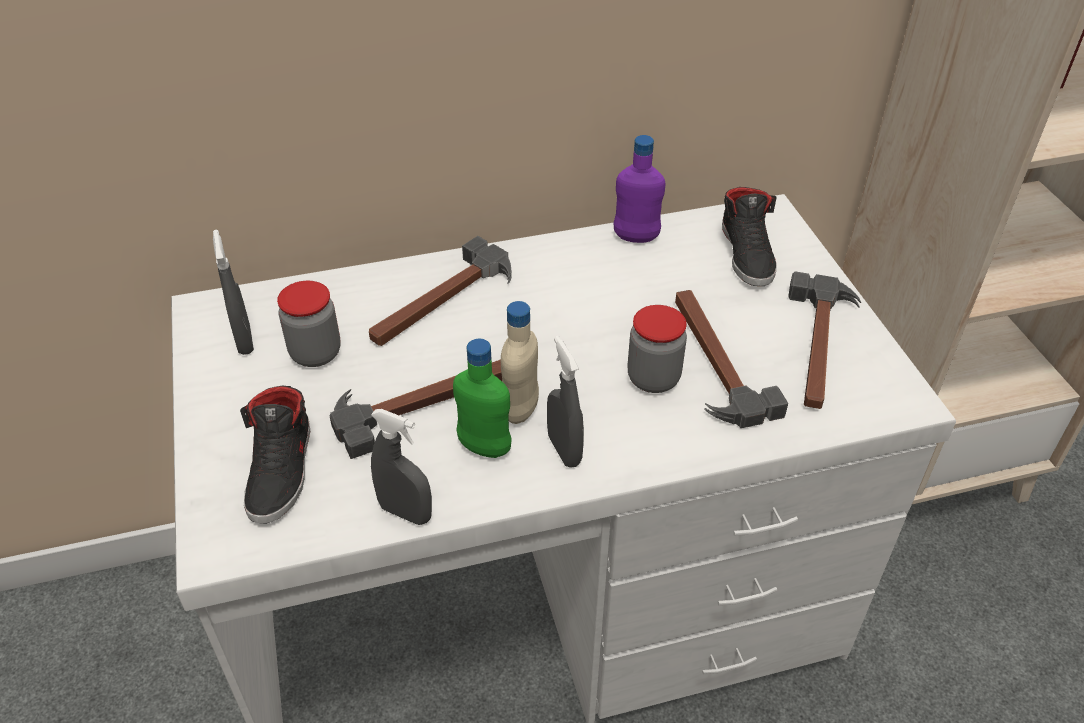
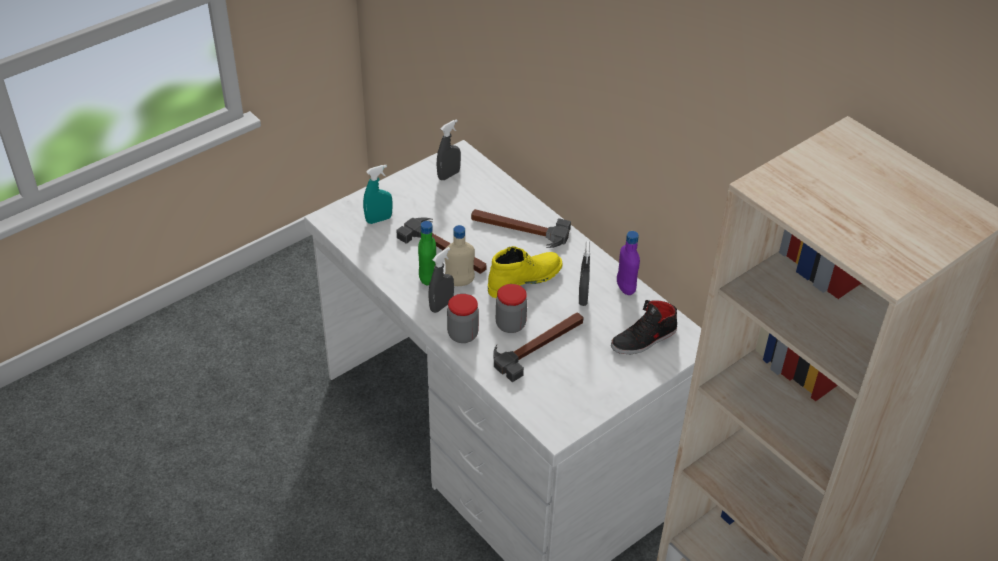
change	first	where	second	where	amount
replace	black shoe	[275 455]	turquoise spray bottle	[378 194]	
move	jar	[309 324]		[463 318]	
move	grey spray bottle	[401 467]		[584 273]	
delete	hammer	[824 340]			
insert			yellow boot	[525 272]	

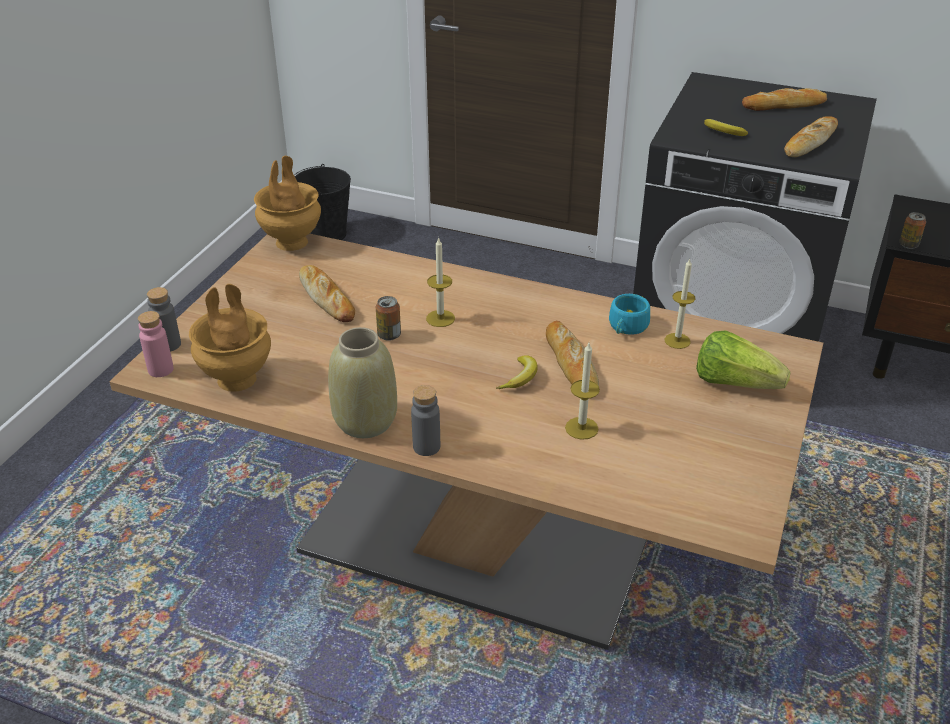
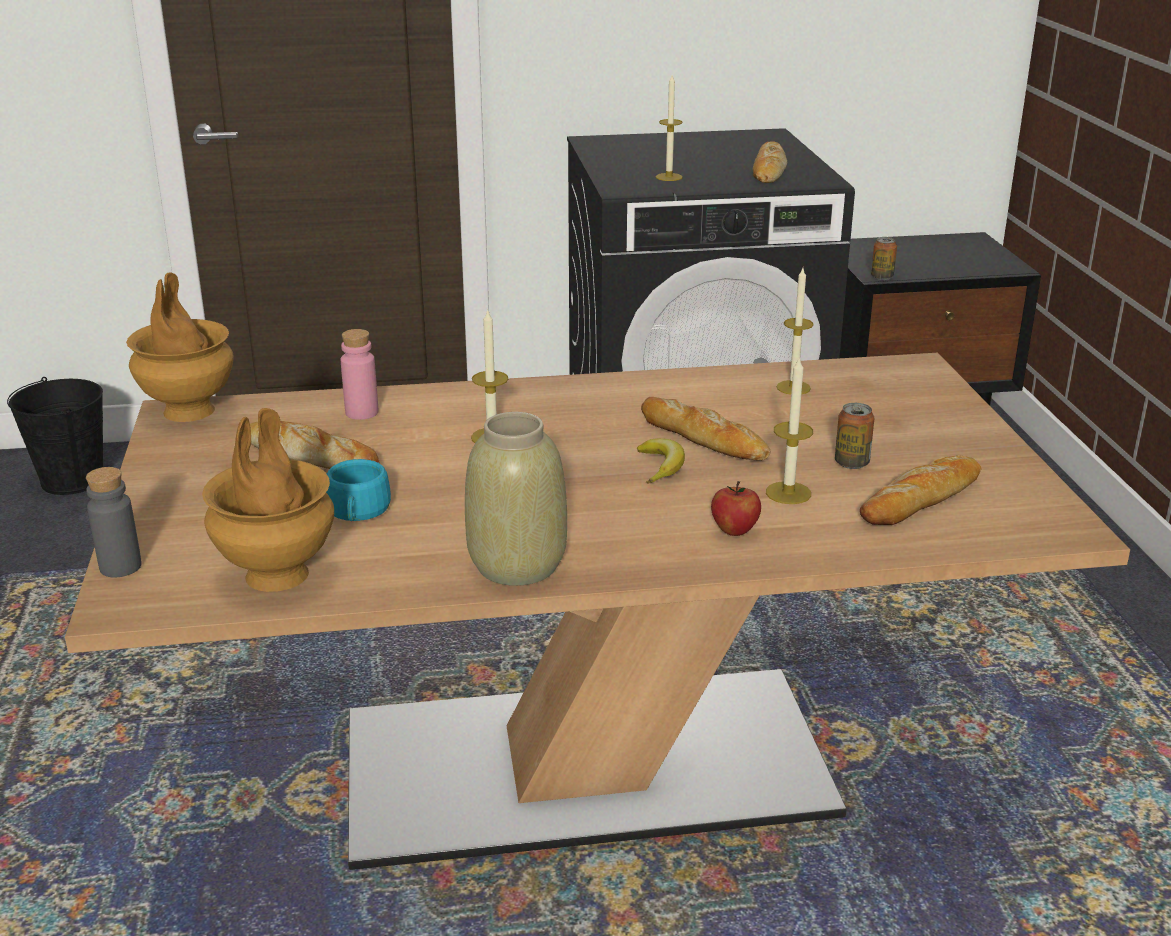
change	first	where	second	where	amount
move	pink bottle	[156 344]		[359 374]	
move	can	[388 318]		[854 436]	
delete	grey bottle	[425 420]			
move	turquoise cup	[629 314]		[358 490]	
delete	lettuce	[743 359]			
replace	banana	[726 127]	candle	[669 128]	
move	bread	[784 99]		[921 490]	
insert			apple	[736 508]	

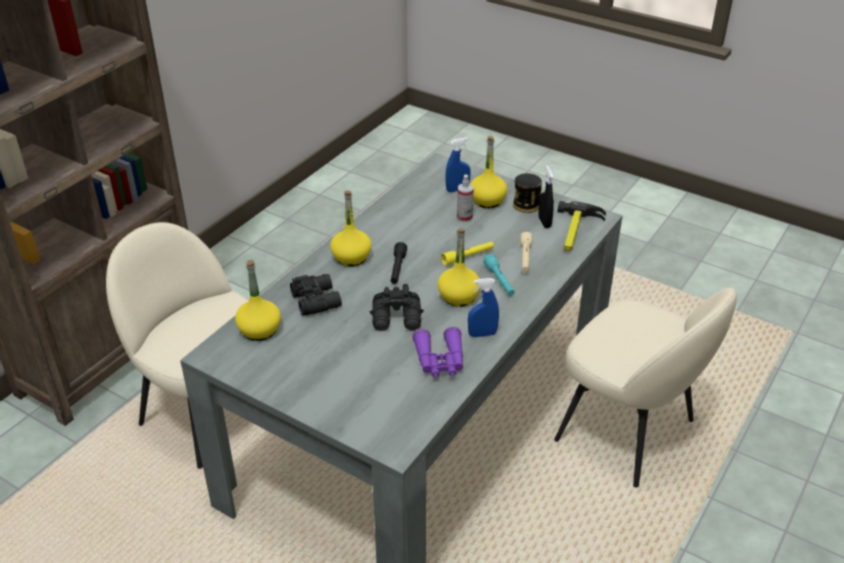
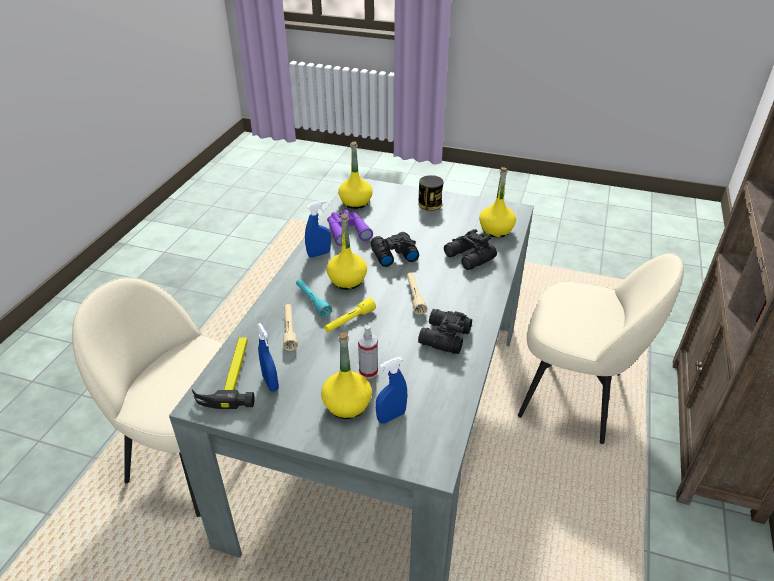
change	first	where	second	where	amount
move	yellow bottle	[351 228]		[355 175]	
recolor	black flashlight	[399 263]	beige flashlight	[417 293]	
move	can	[527 193]		[431 193]	
recolor	black spray bottle	[546 196]	blue spray bottle	[268 357]	
insert			black binoculars	[445 331]	

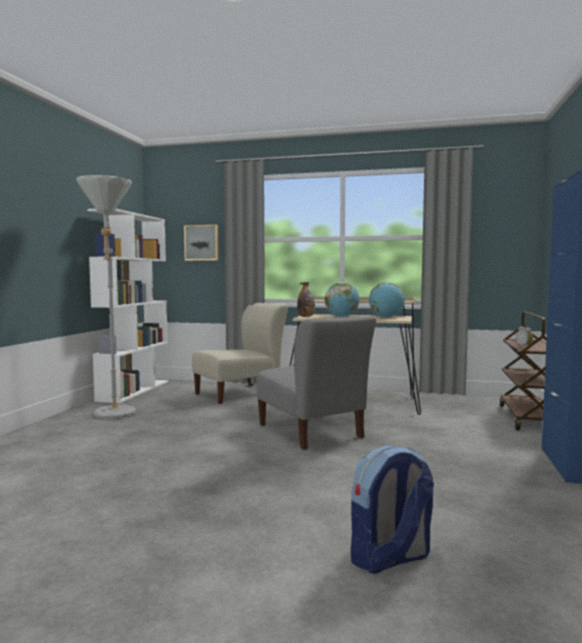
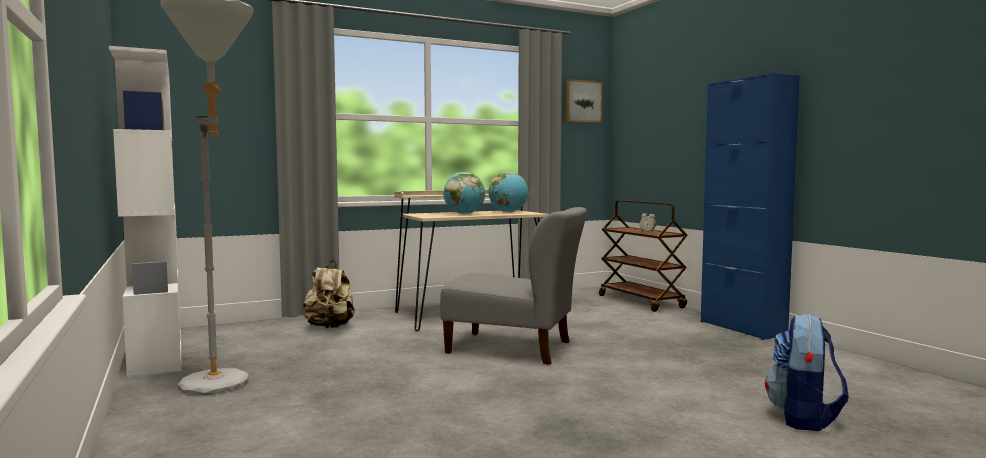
change	first	where	second	where	amount
move	picture	[201 243]		[583 101]	
replace	beige chair	[240 353]	beige backpack	[329 294]	
delete	bottle	[306 299]			

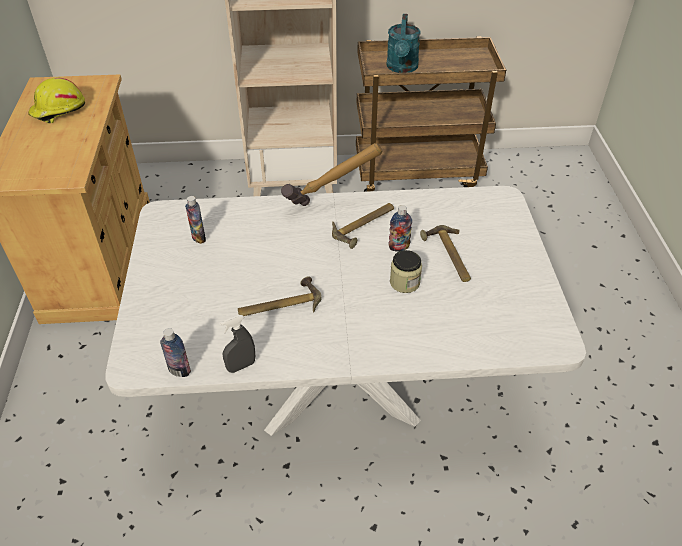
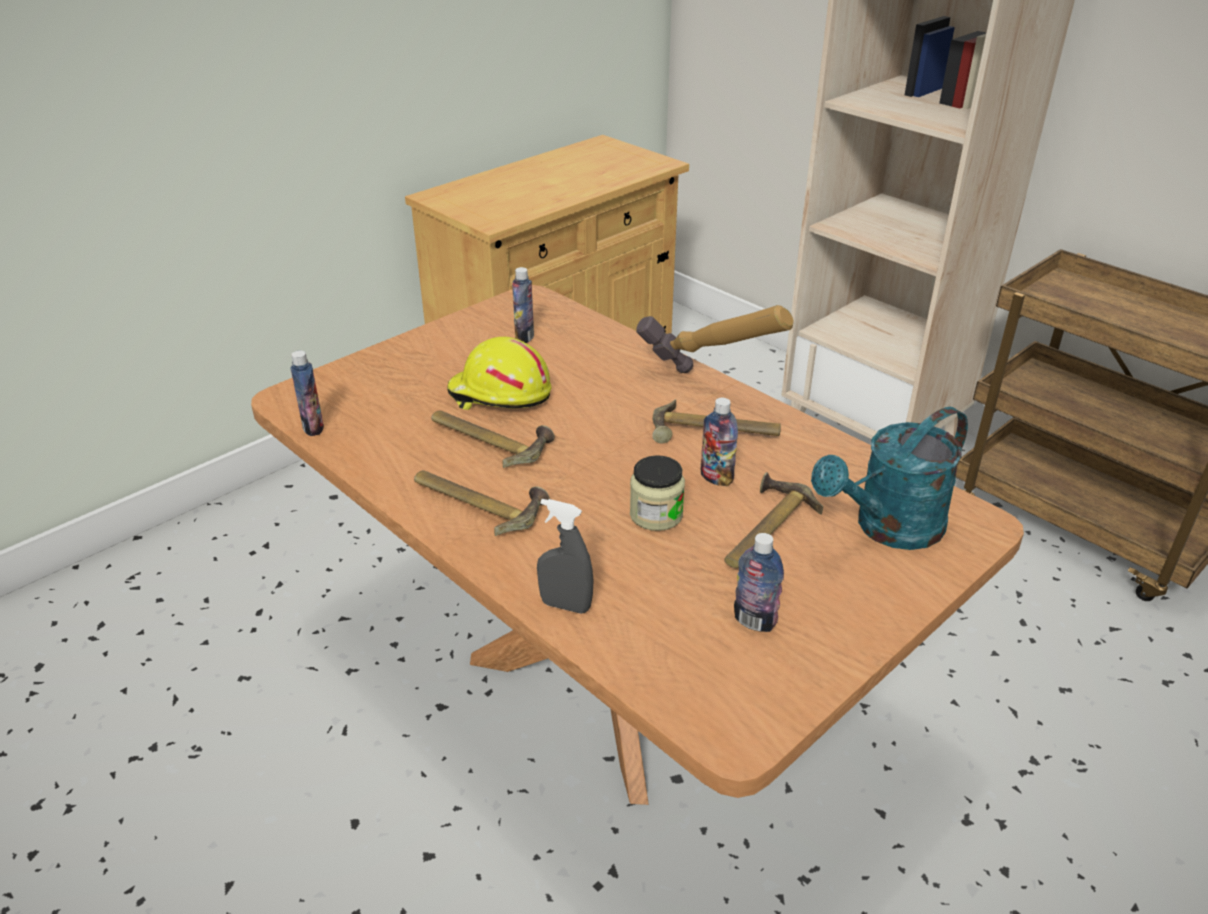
change	first	where	second	where	amount
move	yellow hard hat	[56 100]		[499 373]	
recolor	white dining table	[345 311]	brown dining table	[637 545]	
move	grey spray bottle	[237 344]		[565 556]	
move	turquoise watering can	[403 43]		[889 478]	
insert			hammer	[482 503]	
insert			bottle	[759 582]	

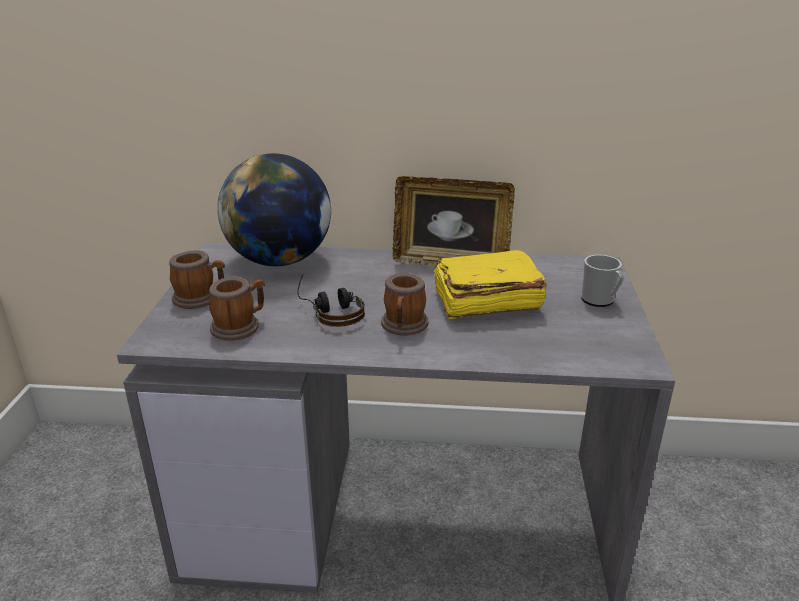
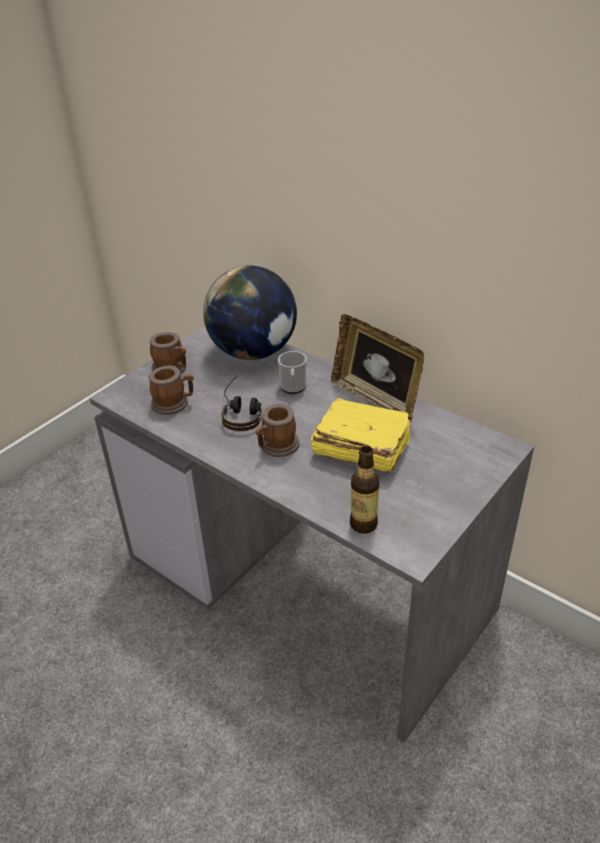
change	first	where	second	where	amount
move	mug	[602 281]		[292 372]	
insert			bottle	[364 490]	

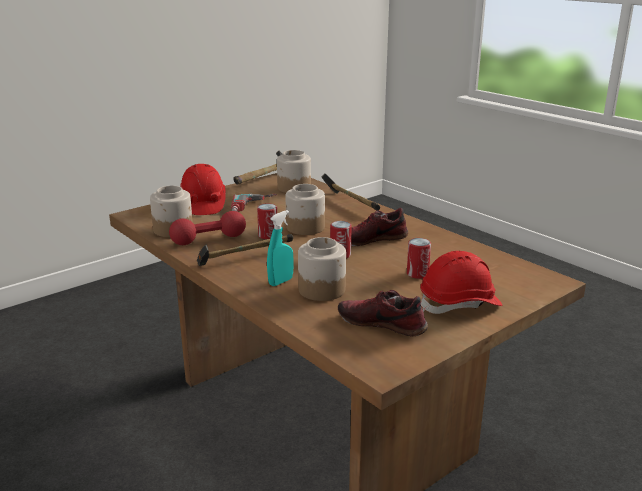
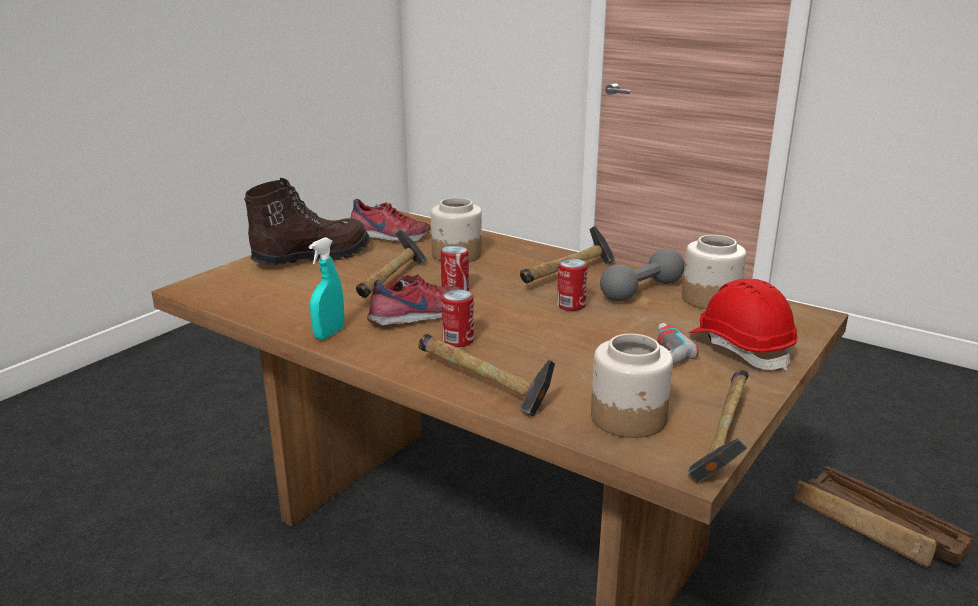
change	first	where	second	where	amount
recolor	red dumbbell	[207 228]	grey dumbbell	[642 275]	
move	turquoise spray bottle	[280 248]		[326 288]	
delete	jar	[305 209]			
move	can	[419 258]		[458 318]	
replace	red hard hat	[461 282]	brown boot	[307 221]	
insert			hammer	[391 263]	
insert			crate	[884 516]	

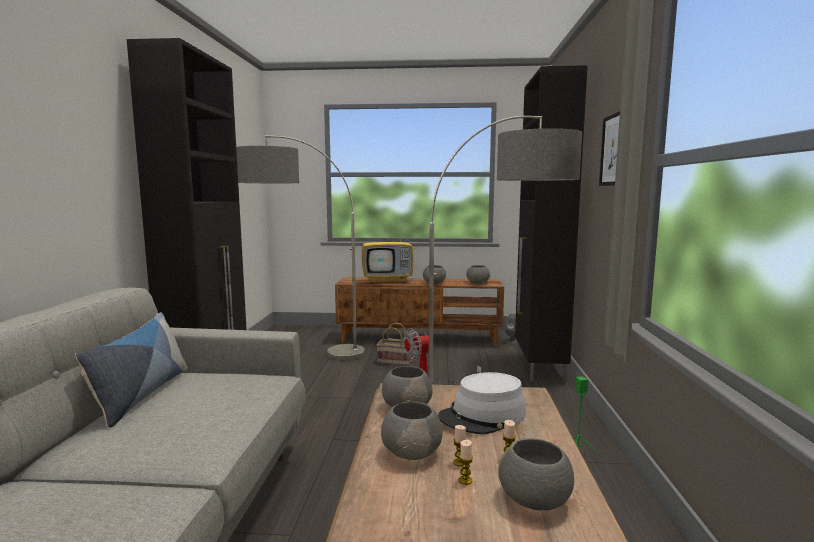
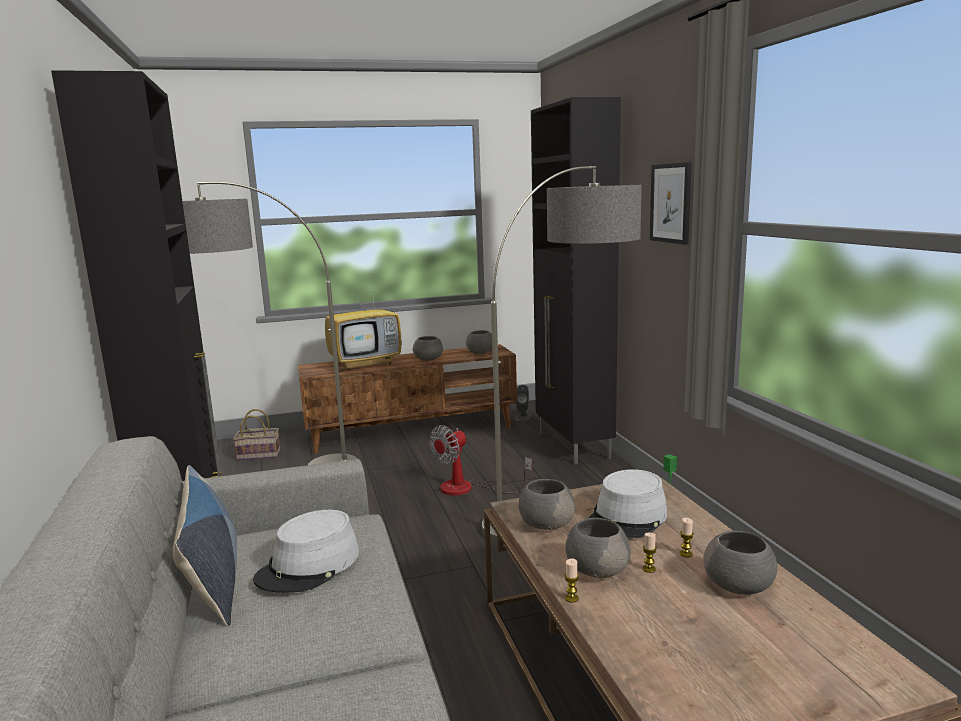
change	first	where	second	where	amount
move	basket	[394 344]		[256 435]	
move	candle	[465 462]		[571 580]	
insert			grey hat	[306 551]	

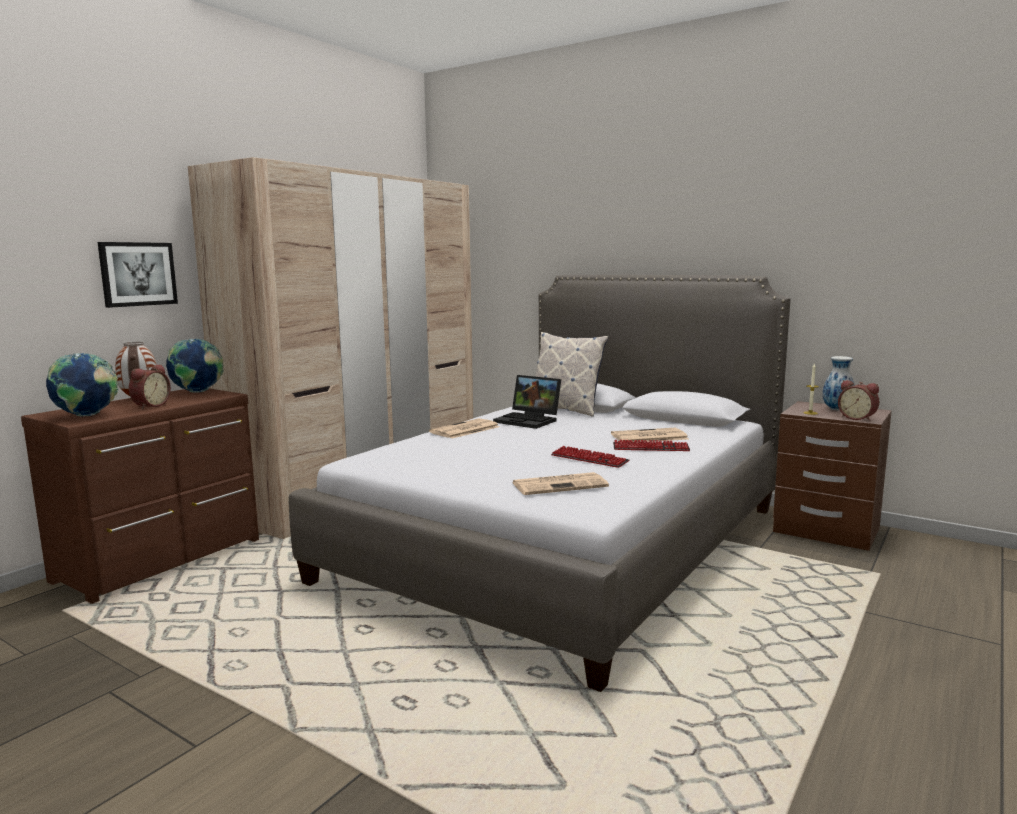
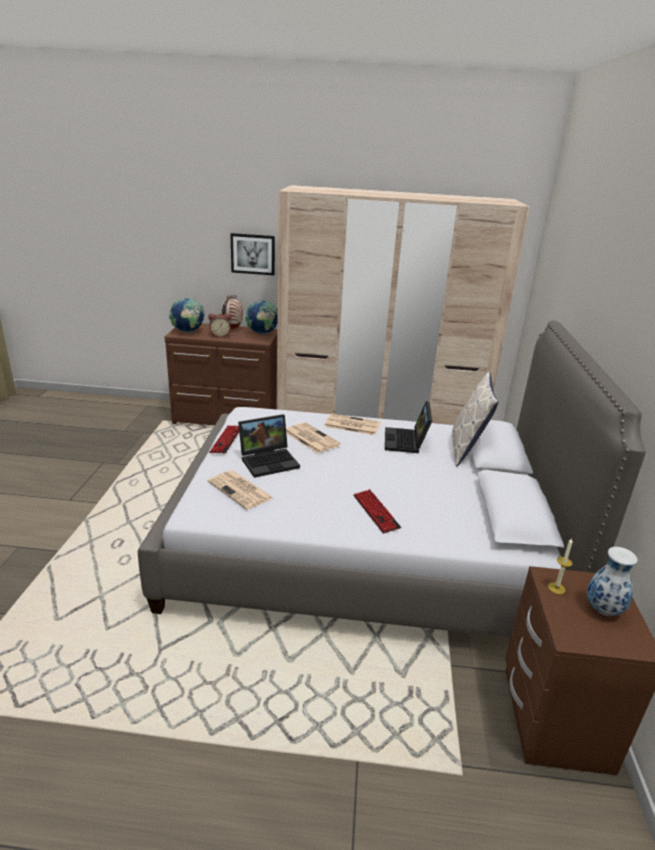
change	first	where	second	where	amount
move	keyboard	[590 457]		[224 439]	
move	newspaper	[649 435]		[313 437]	
delete	alarm clock	[858 400]			
insert			laptop	[269 446]	

